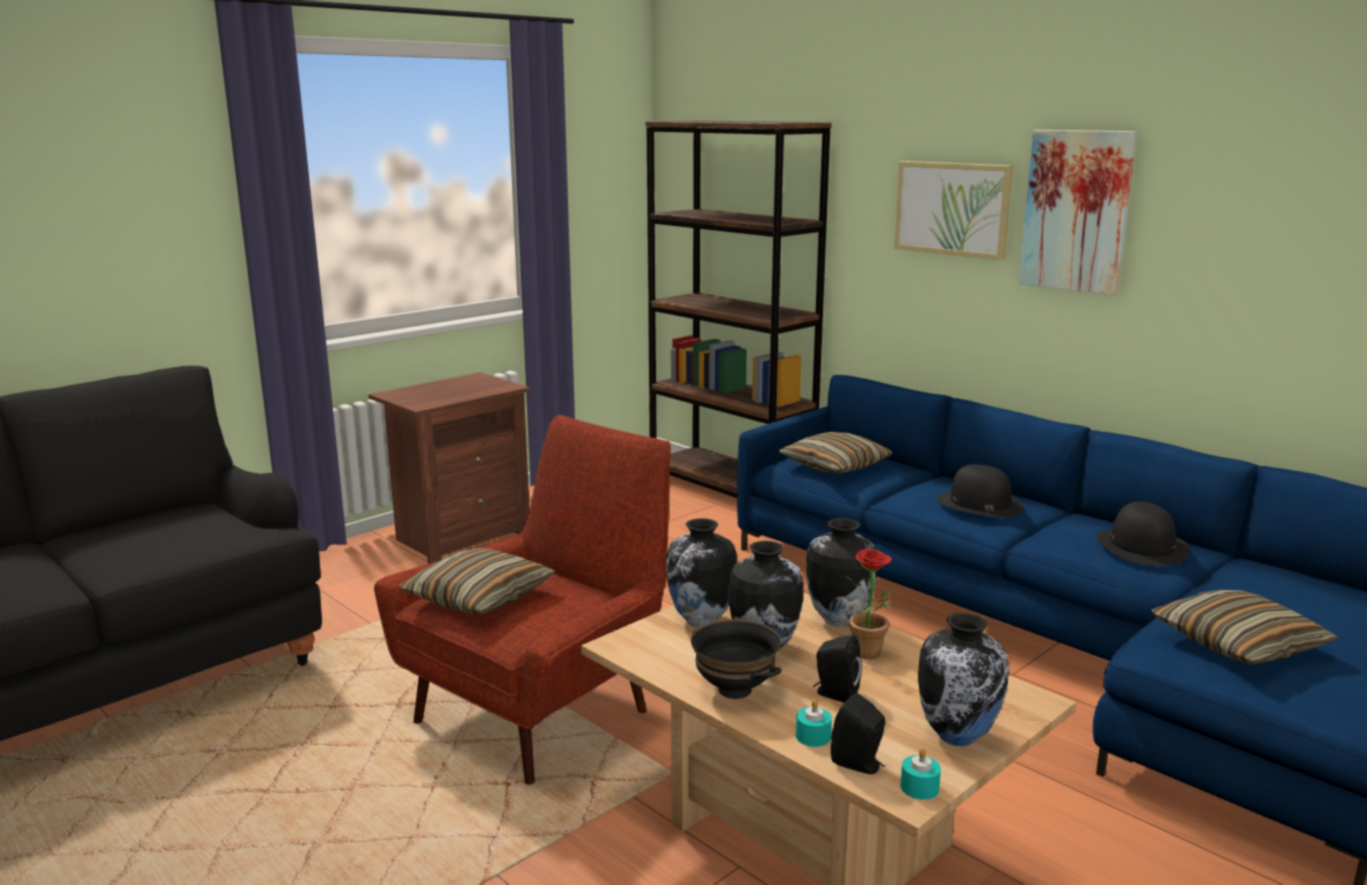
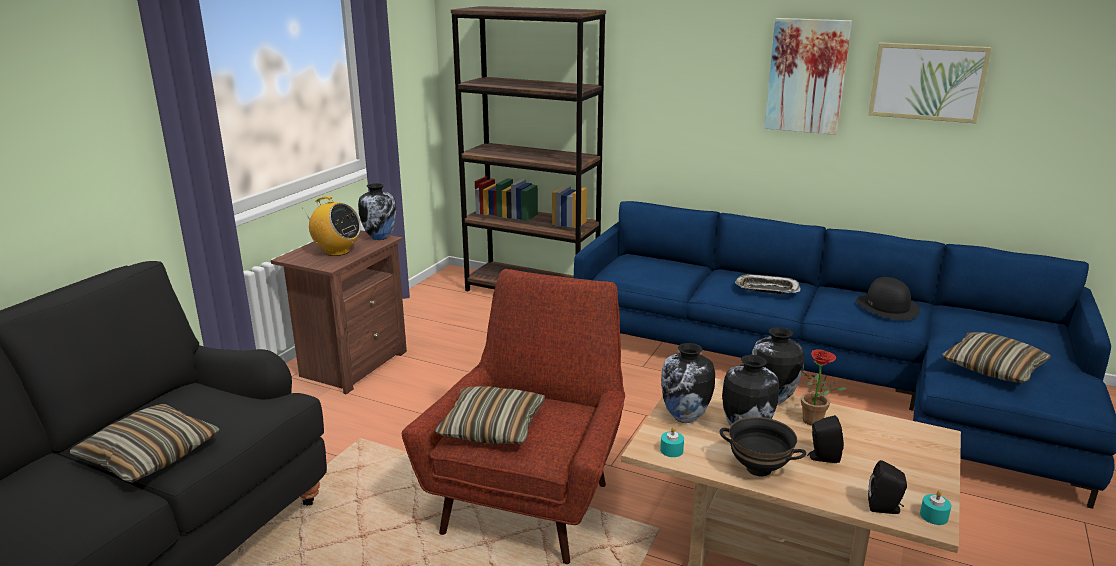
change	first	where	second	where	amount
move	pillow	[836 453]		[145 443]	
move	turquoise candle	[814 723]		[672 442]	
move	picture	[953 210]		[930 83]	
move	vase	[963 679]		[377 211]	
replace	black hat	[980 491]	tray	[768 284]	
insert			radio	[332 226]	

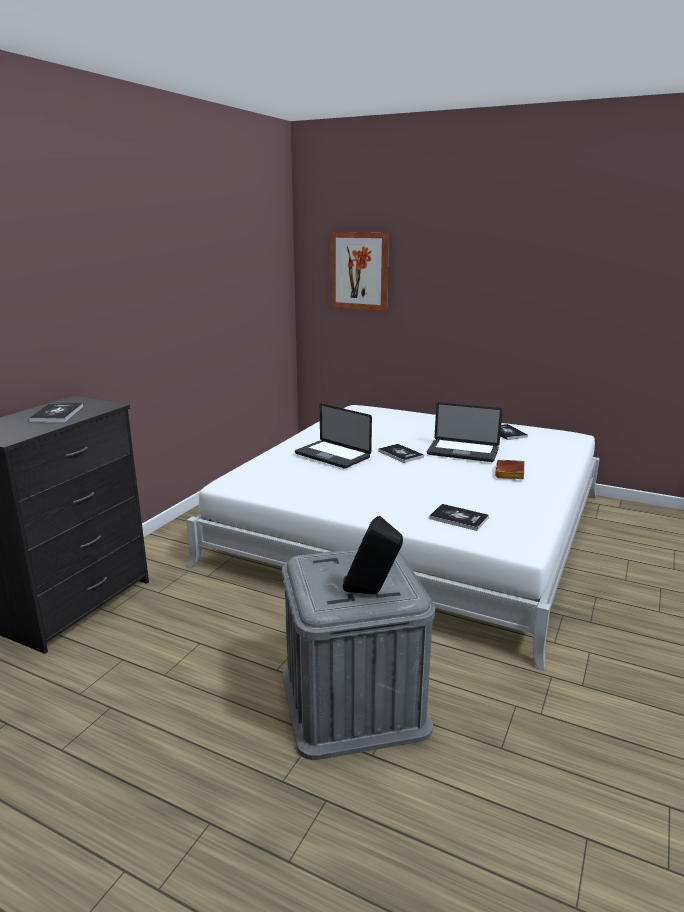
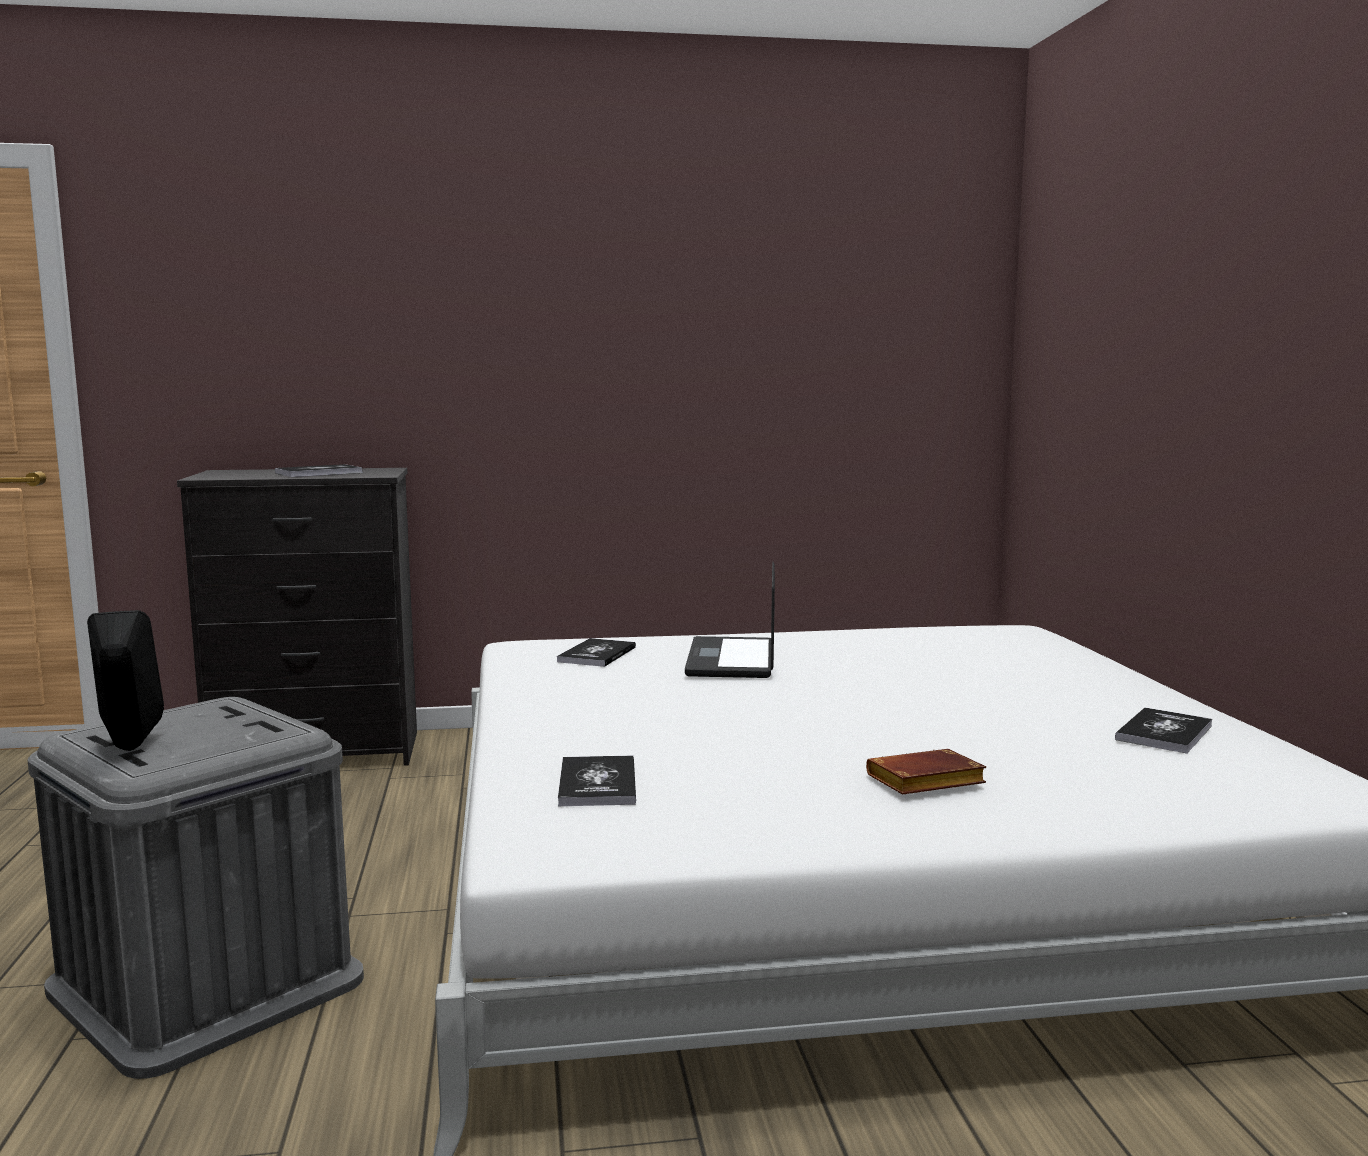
change	first	where	second	where	amount
delete	picture	[360 271]			
move	book	[401 453]		[596 652]	
delete	laptop	[465 432]			

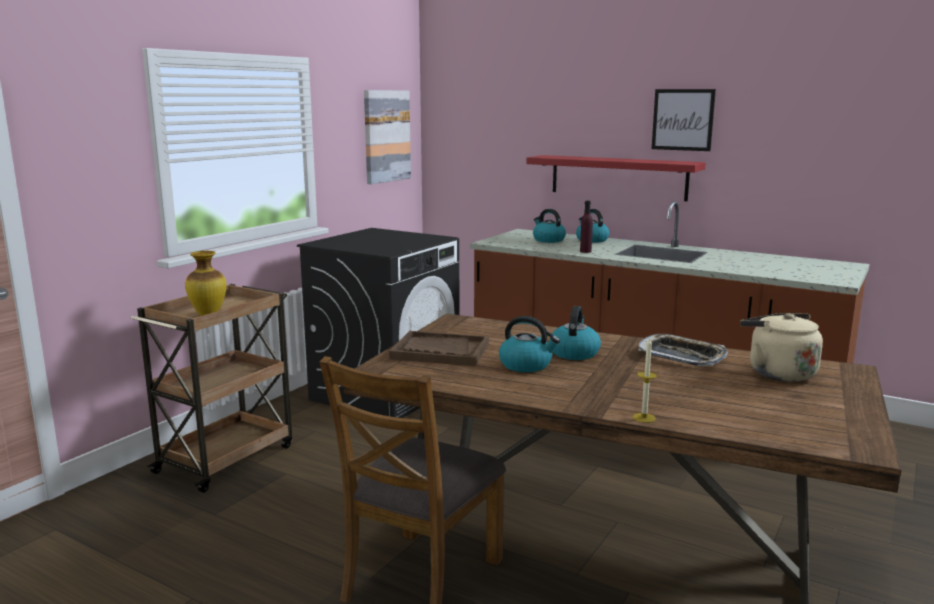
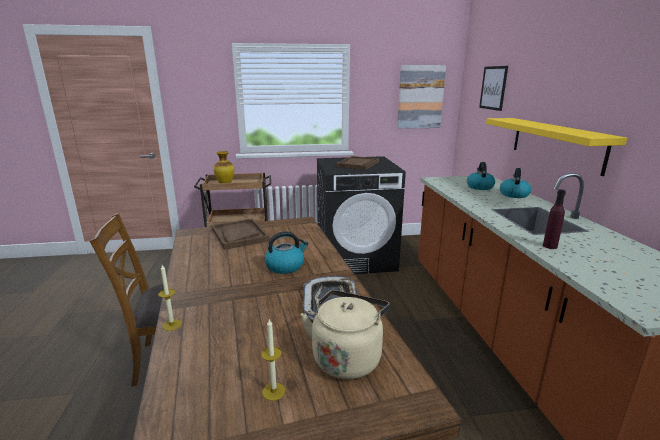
change	first	where	second	where	amount
delete	kettle	[529 344]			
recolor	red shelf	[616 178]	yellow shelf	[556 147]	
move	purple bottle	[586 227]		[554 219]	
move	picture	[684 120]		[493 88]	
insert			candle	[273 360]	
insert			brown tray	[357 163]	

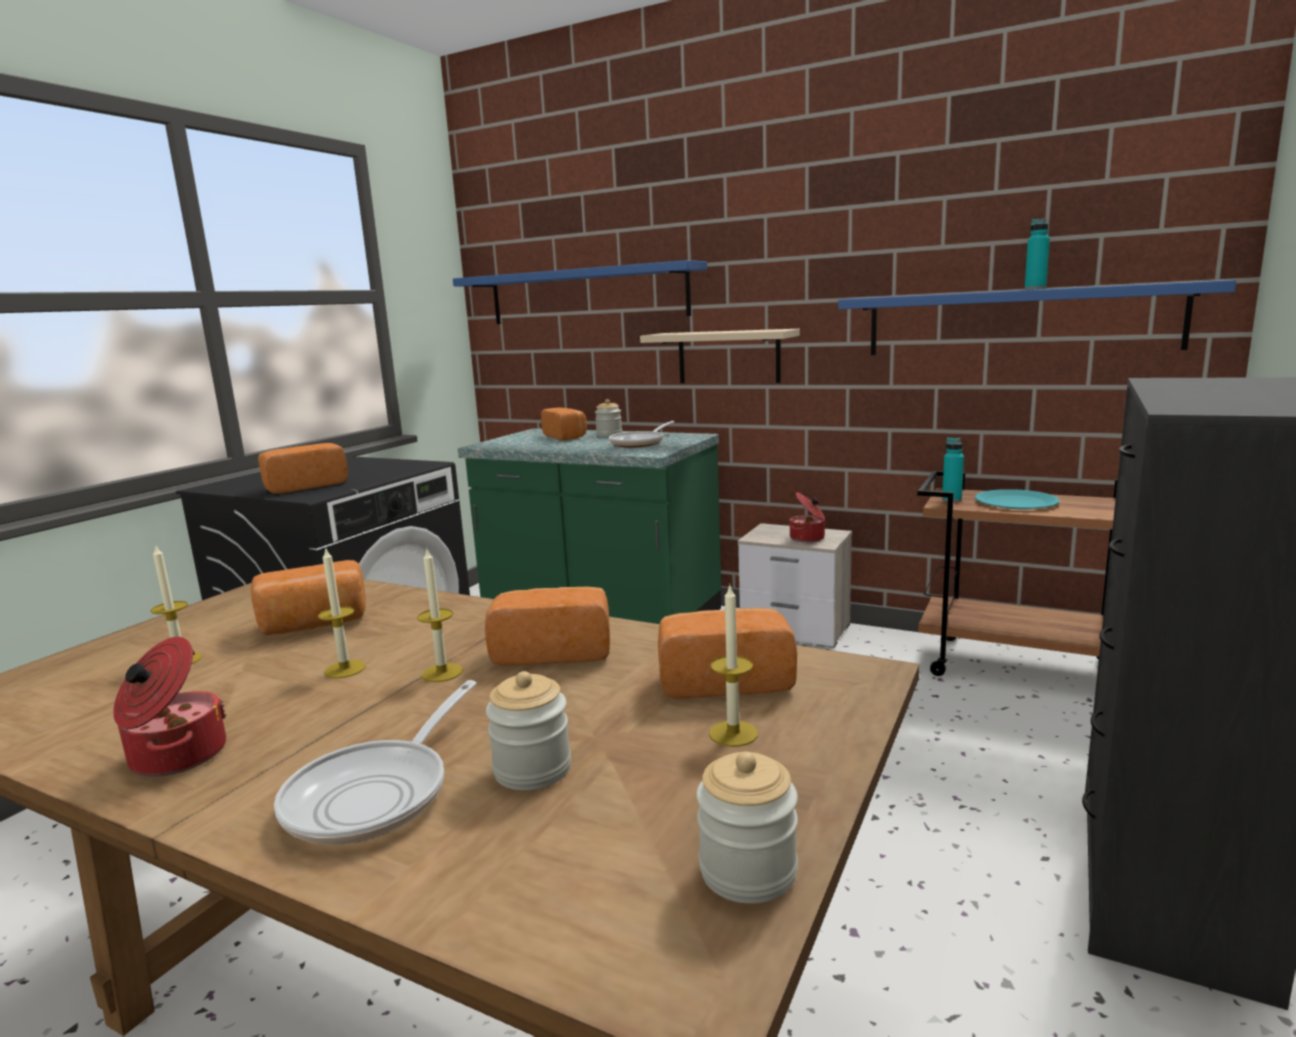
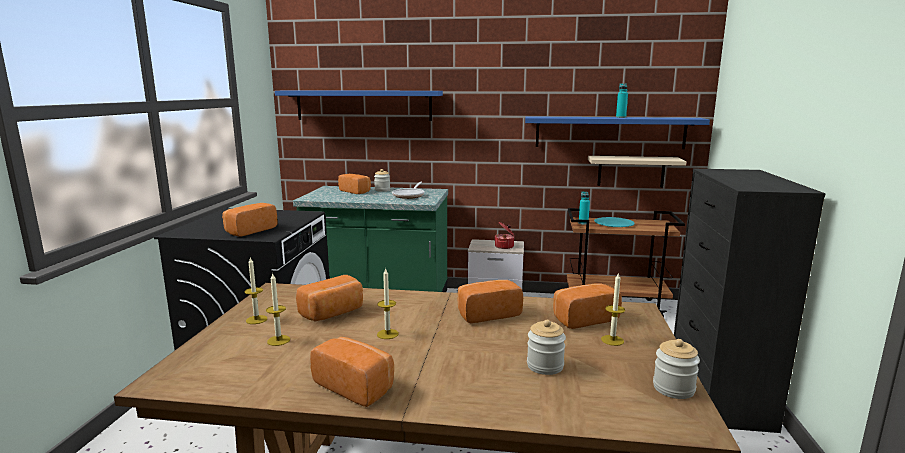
change	first	where	second	where	amount
replace	cooking pot	[169 707]	bread	[352 372]	
delete	frying pan	[375 762]			
move	candle	[440 615]		[255 291]	
move	beige shelf	[720 356]		[637 171]	

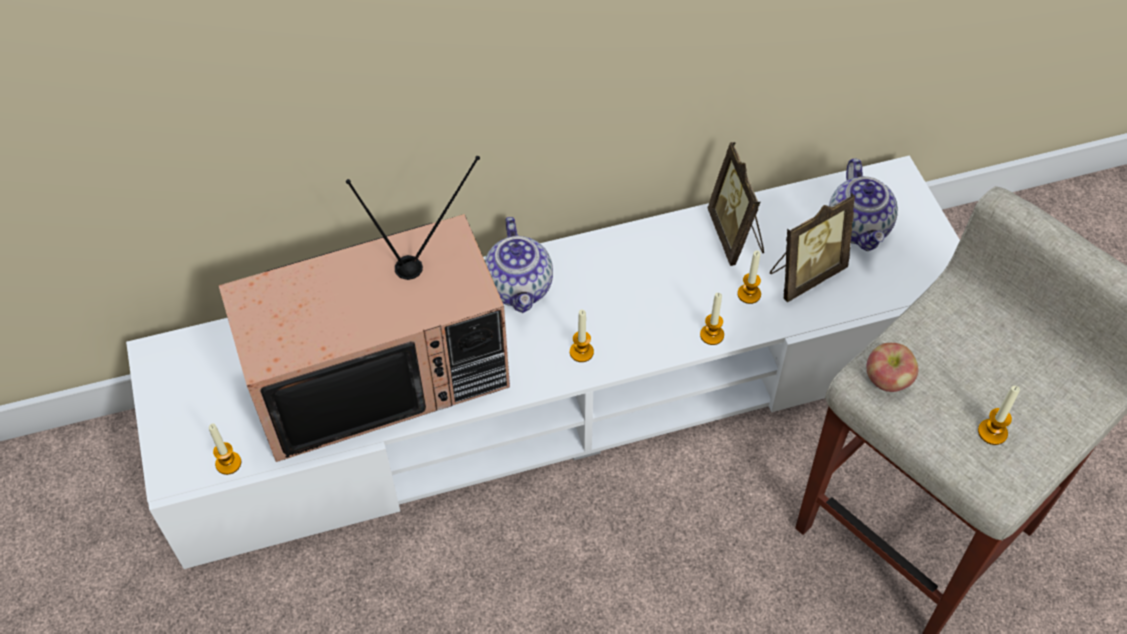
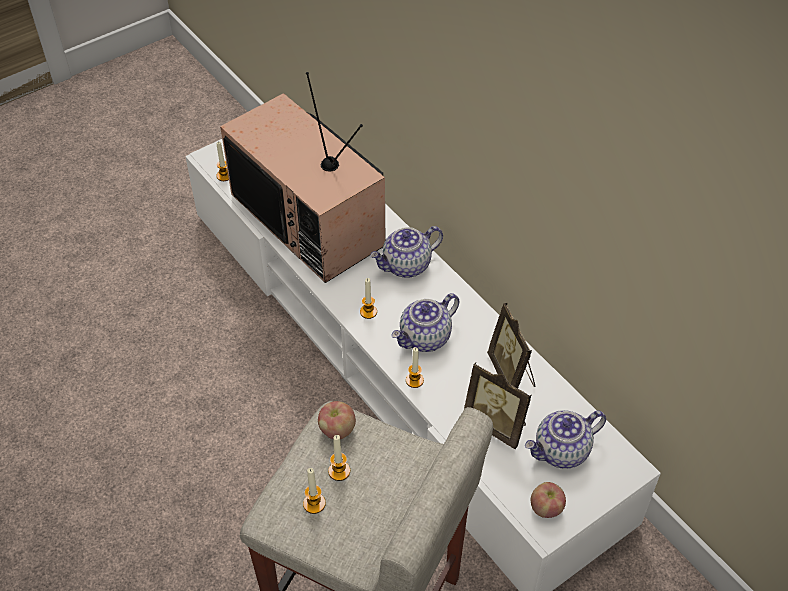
change	first	where	second	where	amount
rotate	picture frame	[735 204]		[511 345]	75 degrees counterclockwise
move	candle	[749 277]		[339 458]	
insert			teapot	[425 322]	
insert			apple	[548 500]	

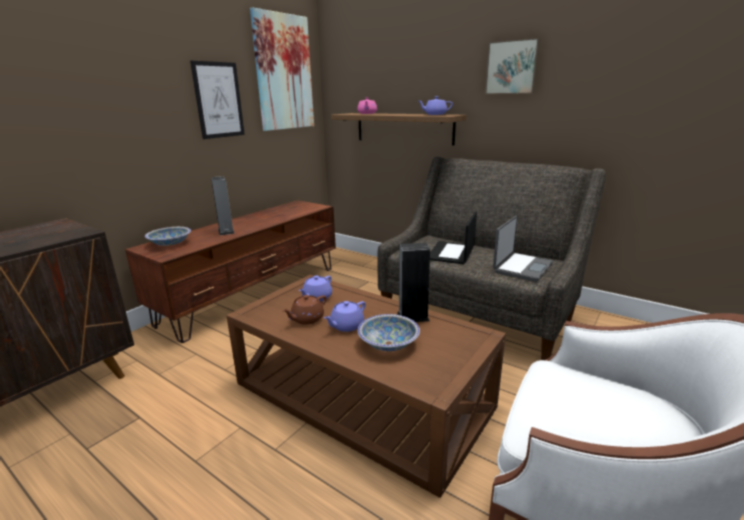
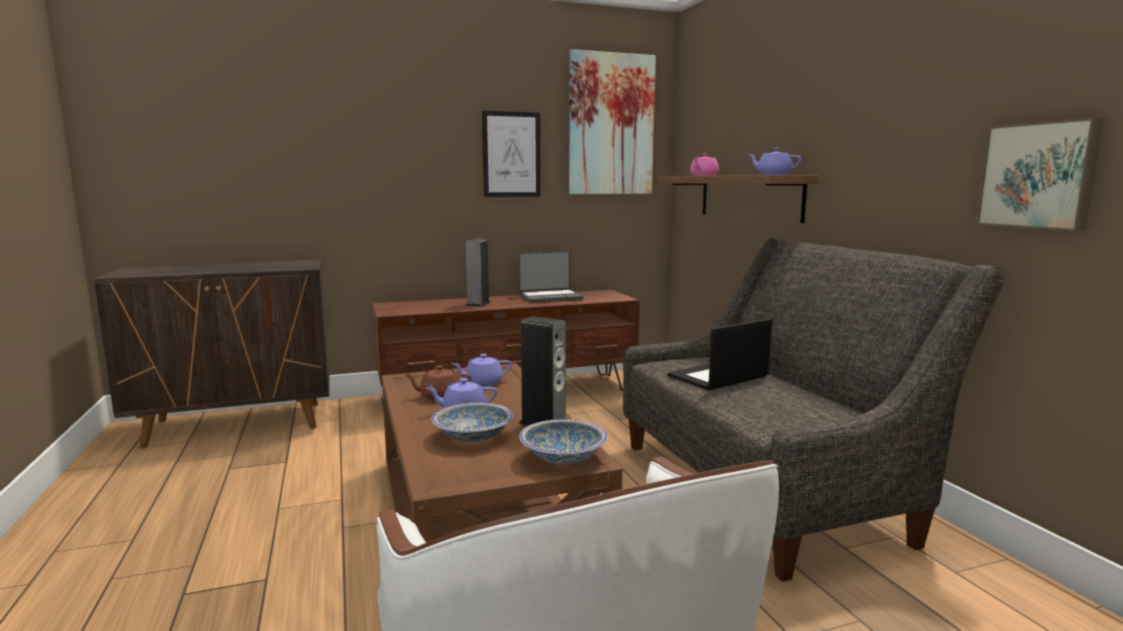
change	first	where	second	where	amount
move	bowl	[168 236]		[563 441]	
move	picture	[513 66]		[1039 174]	
move	laptop	[523 249]		[550 277]	

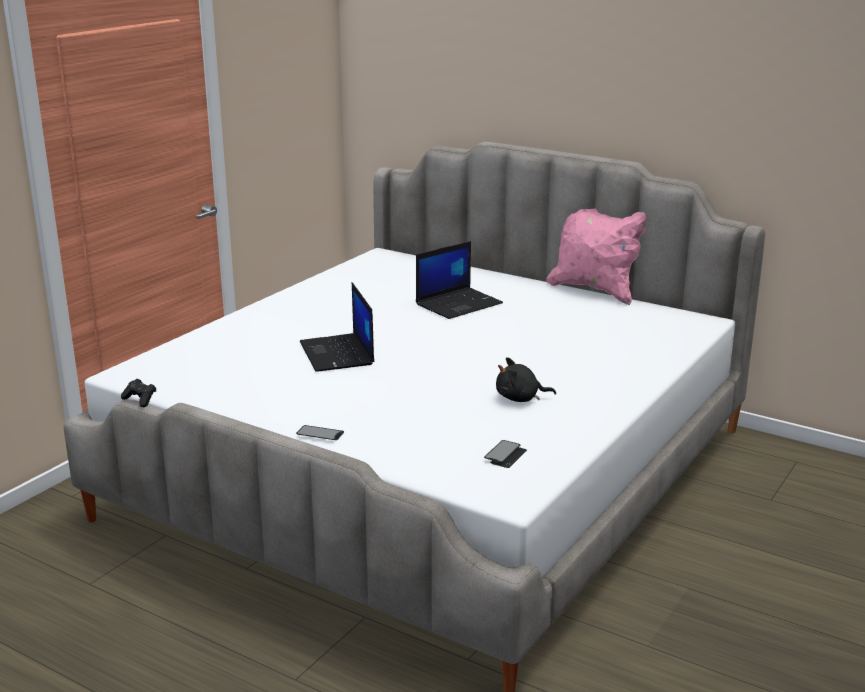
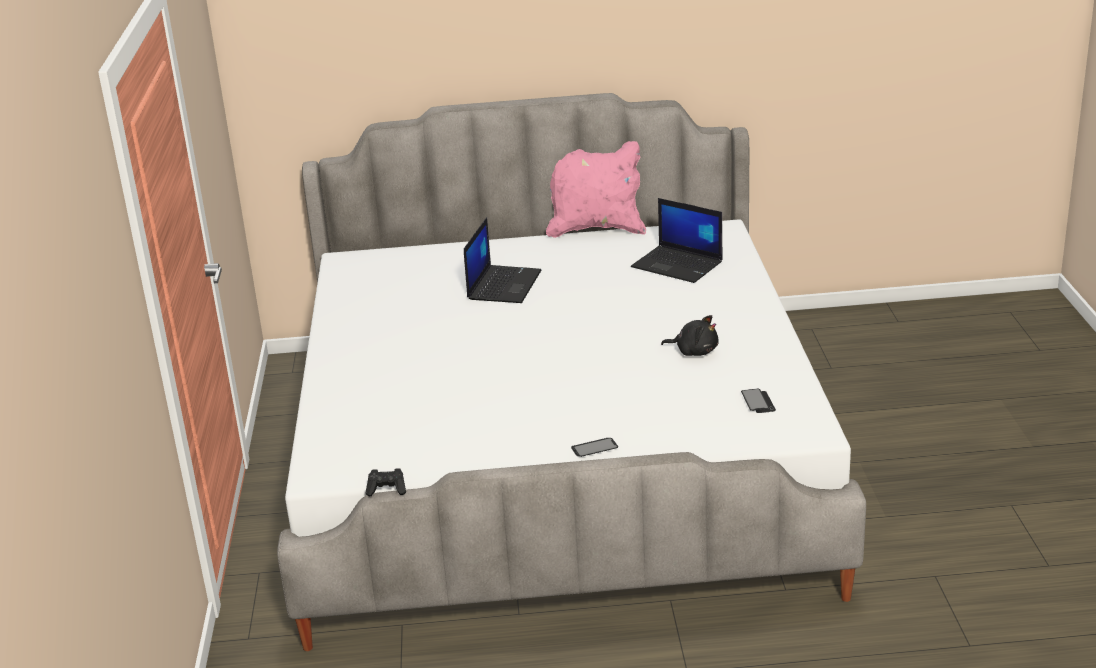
change	first	where	second	where	amount
move	laptop	[337 327]		[677 240]	
rotate	black plush toy	[526 379]		[690 335]	120 degrees counterclockwise

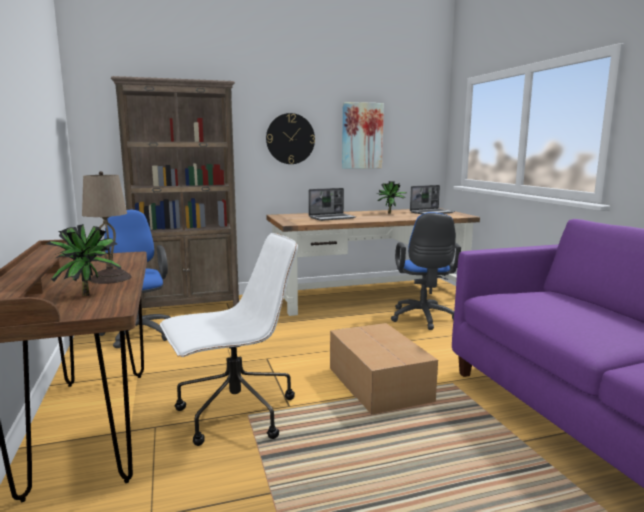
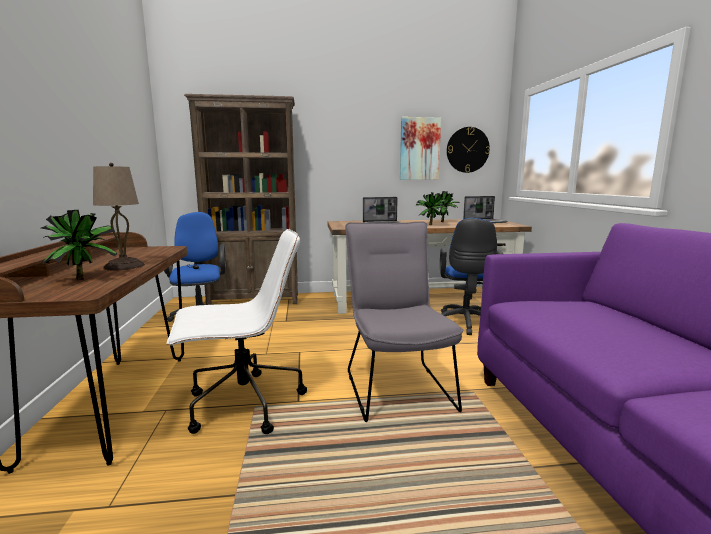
change	first	where	second	where	amount
move	wall clock	[290 138]		[468 150]	
replace	cardboard box	[384 369]	grey chair	[404 322]	
insert			potted plant	[431 208]	

